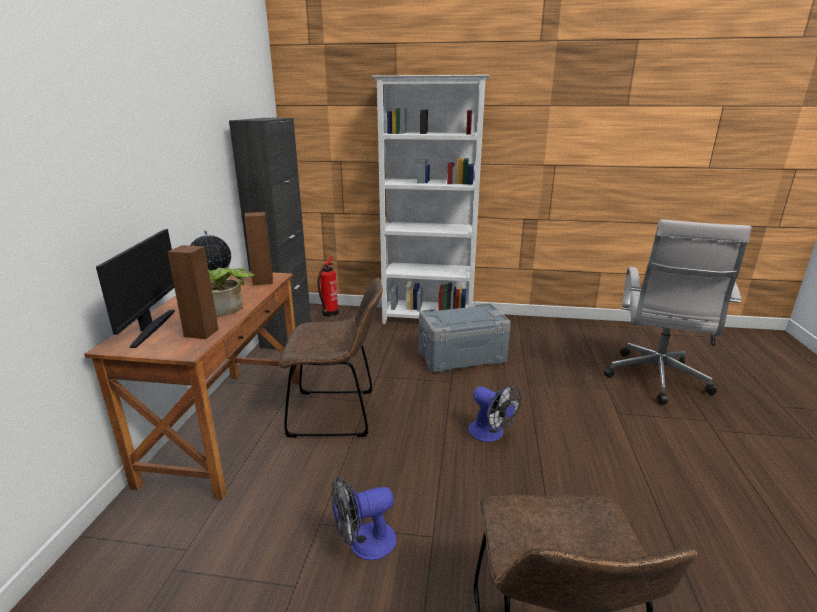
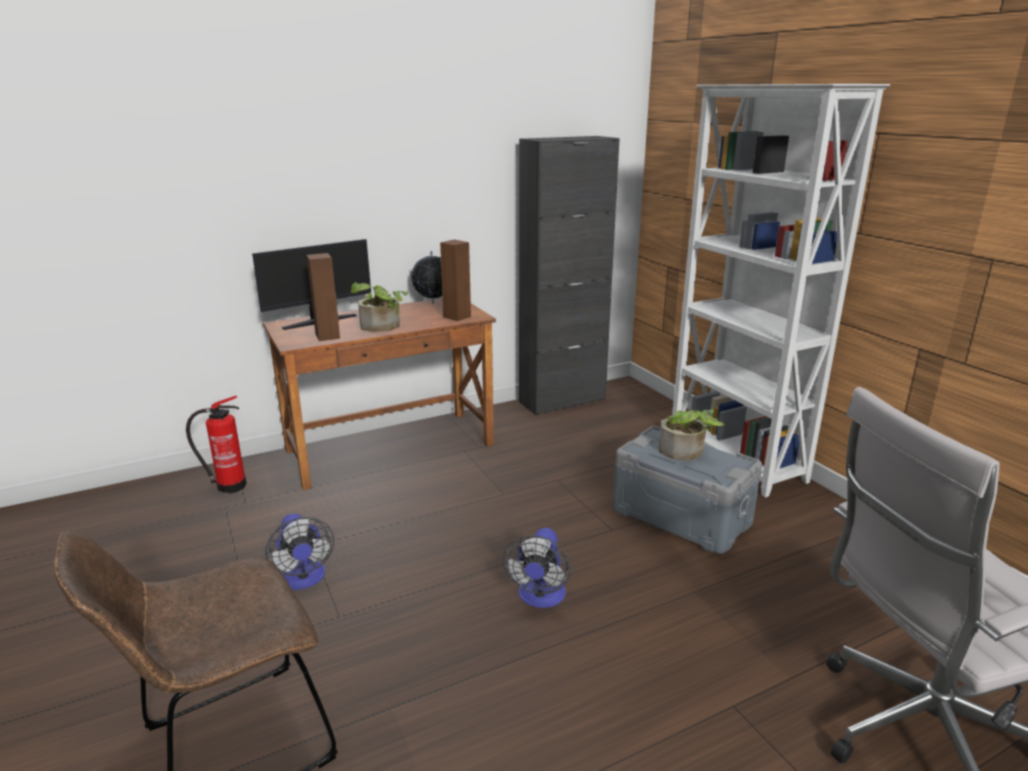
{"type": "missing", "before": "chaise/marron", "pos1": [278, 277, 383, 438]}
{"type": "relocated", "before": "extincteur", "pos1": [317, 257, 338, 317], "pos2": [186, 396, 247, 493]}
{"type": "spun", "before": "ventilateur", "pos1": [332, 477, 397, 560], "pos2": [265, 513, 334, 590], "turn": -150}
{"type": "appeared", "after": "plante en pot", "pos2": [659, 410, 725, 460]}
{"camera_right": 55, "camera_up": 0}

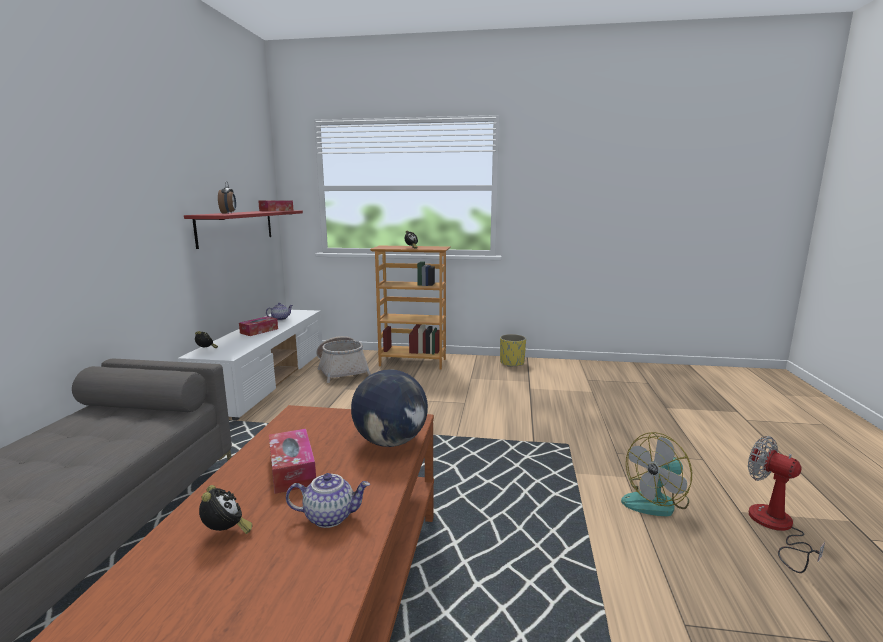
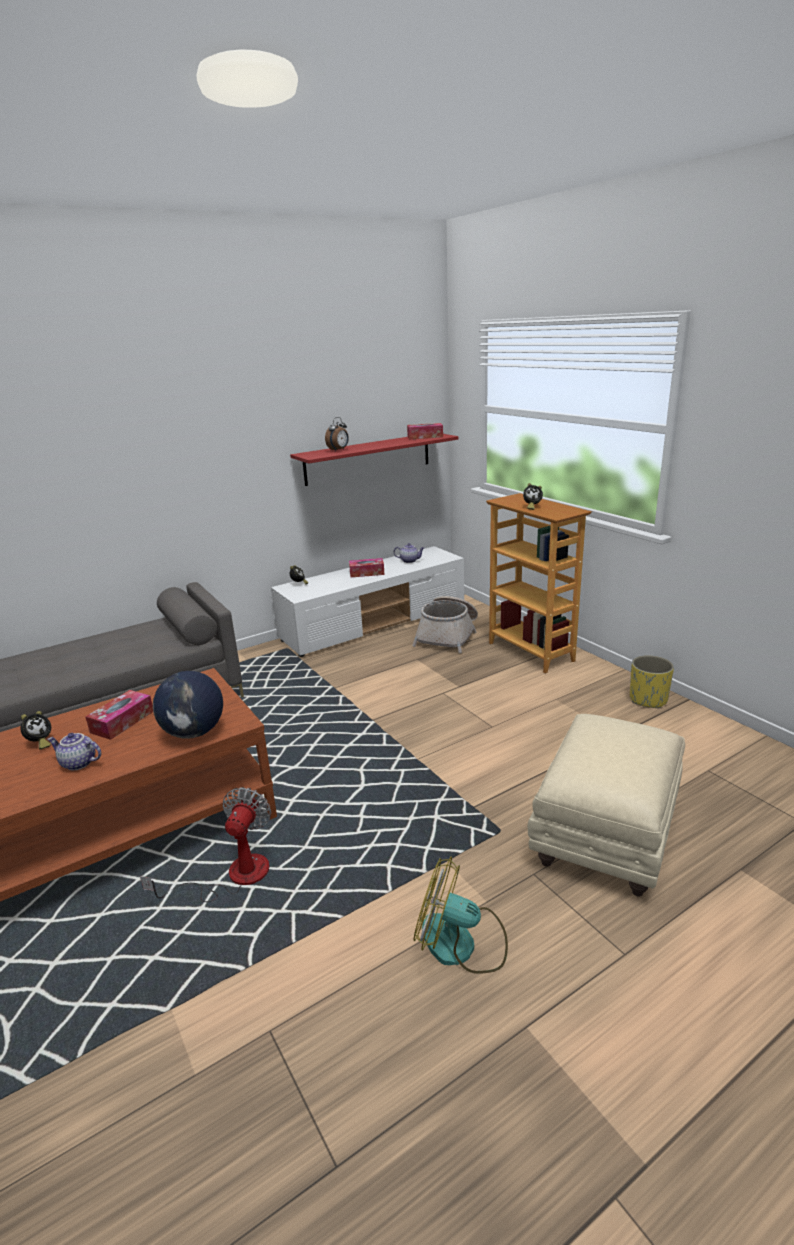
{"type": "spun", "before": "théière", "pos1": [286, 473, 370, 528], "pos2": [47, 733, 101, 770], "turn": 150}
{"type": "relocated", "before": "ventilateur", "pos1": [748, 436, 825, 573], "pos2": [140, 787, 271, 902]}
{"type": "appeared", "after": "pouf/beige", "pos2": [527, 714, 685, 896]}
{"camera_right": 50, "camera_up": 10}

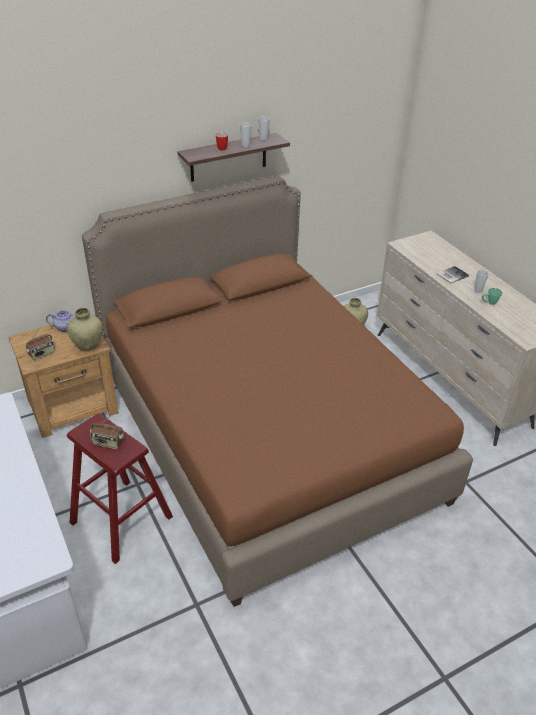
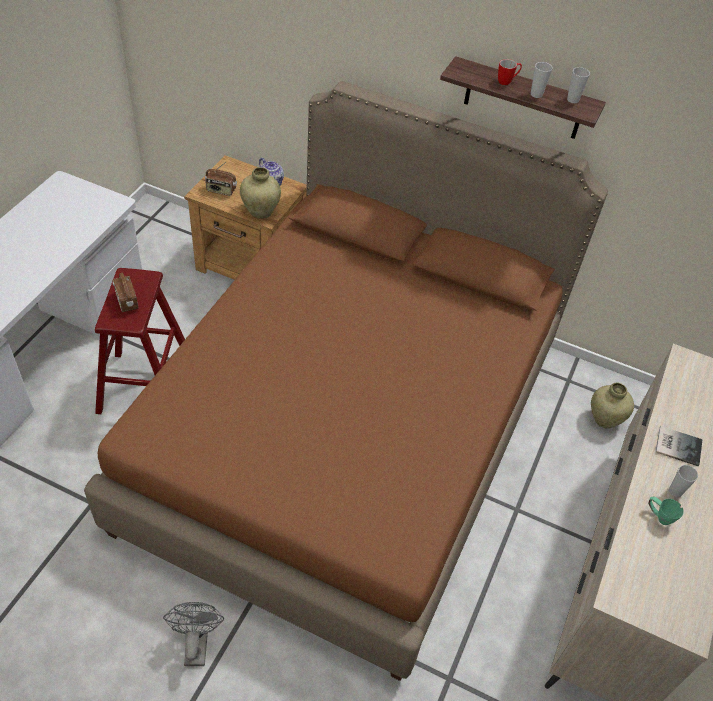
{"type": "appeared", "after": "ventilateur/gris", "pos2": [163, 602, 224, 666]}
{"camera_right": 50, "camera_up": 10}

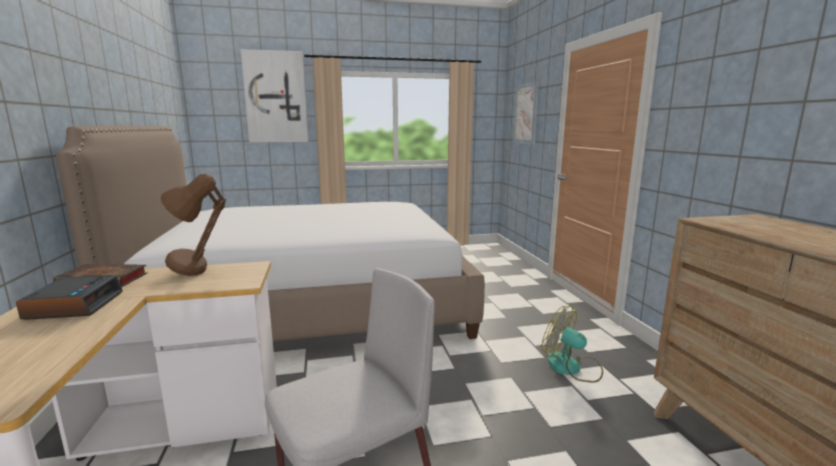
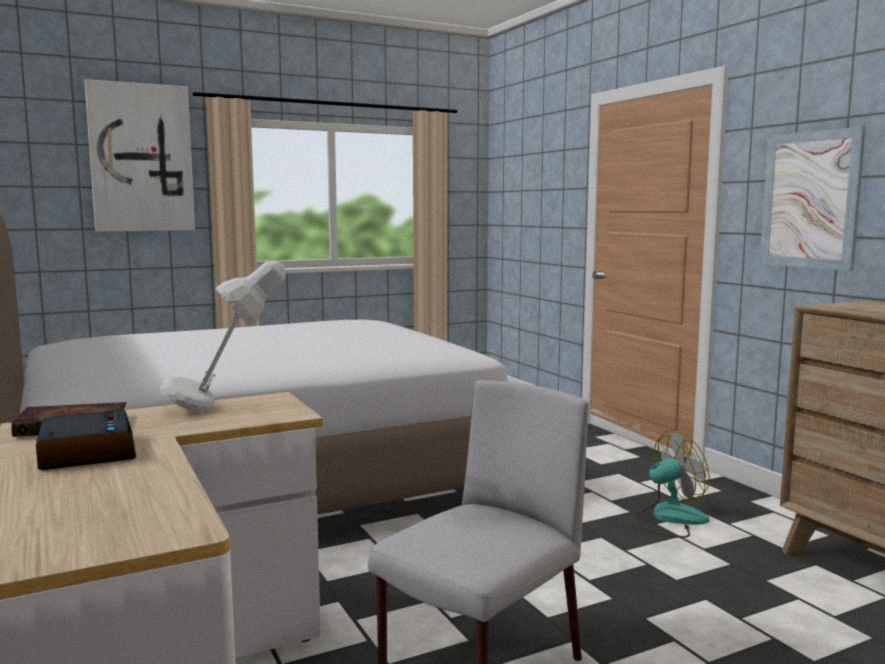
{"type": "colour", "before": "lampe de table/marron", "after": "lampe de table/gris", "pos1": [161, 174, 226, 276], "pos2": [160, 260, 286, 413]}
{"type": "relocated", "before": "tableau", "pos1": [513, 81, 539, 145], "pos2": [760, 126, 866, 271]}
{"type": "spun", "before": "ventilateur", "pos1": [541, 306, 603, 383], "pos2": [631, 431, 710, 538], "turn": 135}
{"camera_right": -15, "camera_up": -5}

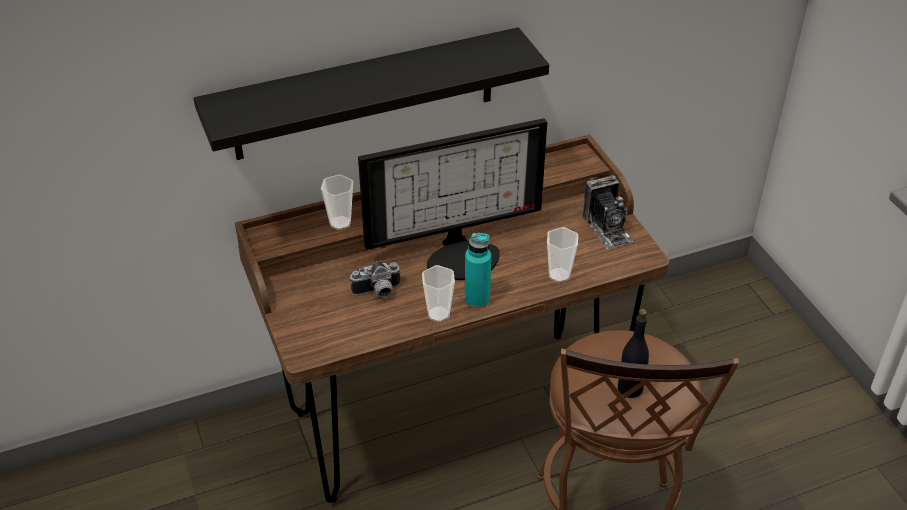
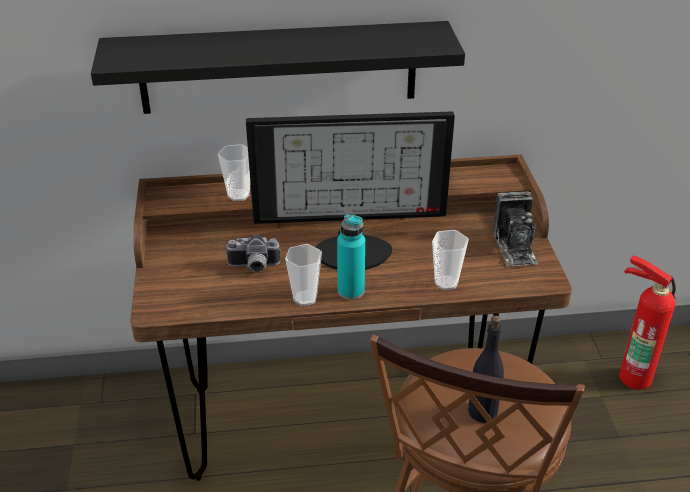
{"type": "appeared", "after": "extincteur", "pos2": [619, 255, 676, 390]}
{"camera_right": 15, "camera_up": -5}

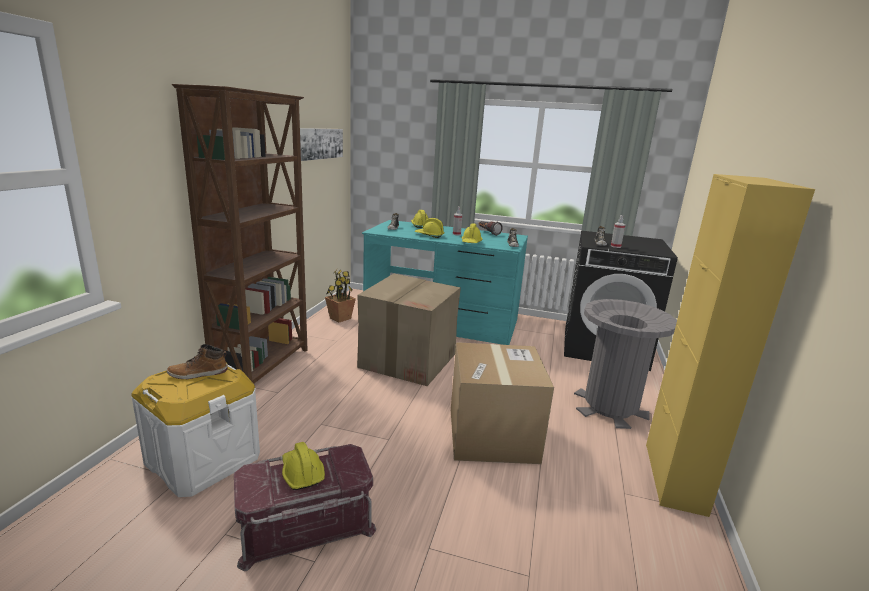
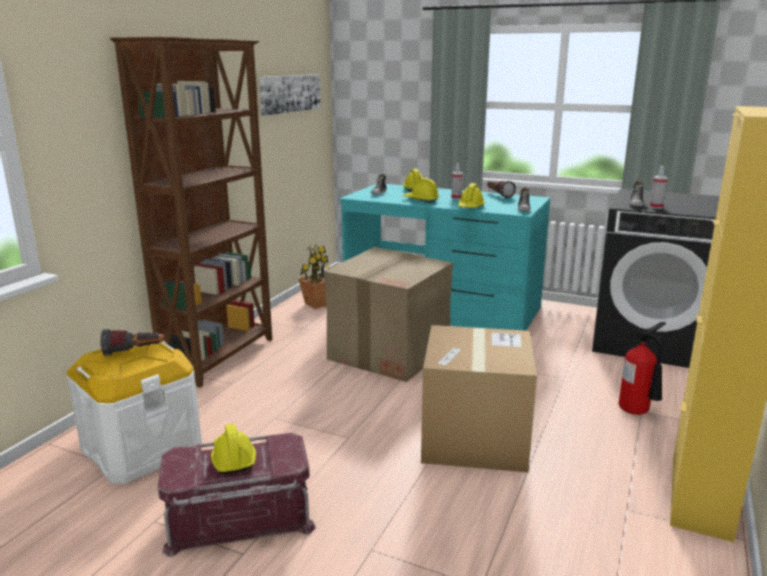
{"type": "exchanged", "before": "botte", "after": "lampe de poche", "pos1": [167, 344, 228, 380], "pos2": [100, 329, 164, 356]}
{"type": "exchanged", "before": "poubelle/gris", "after": "extincteur", "pos1": [574, 299, 677, 429], "pos2": [619, 322, 666, 415]}
{"camera_right": 10, "camera_up": 0}

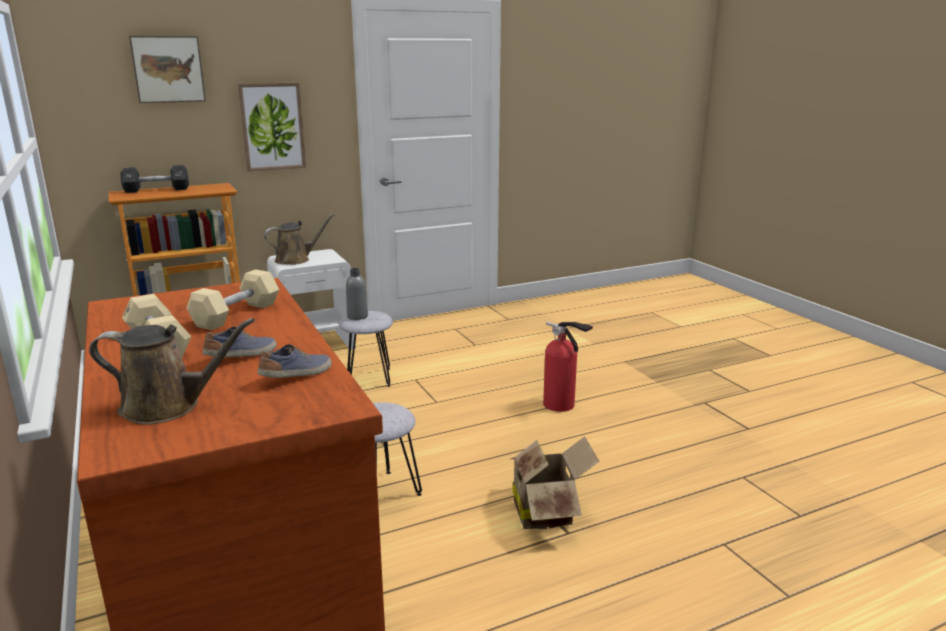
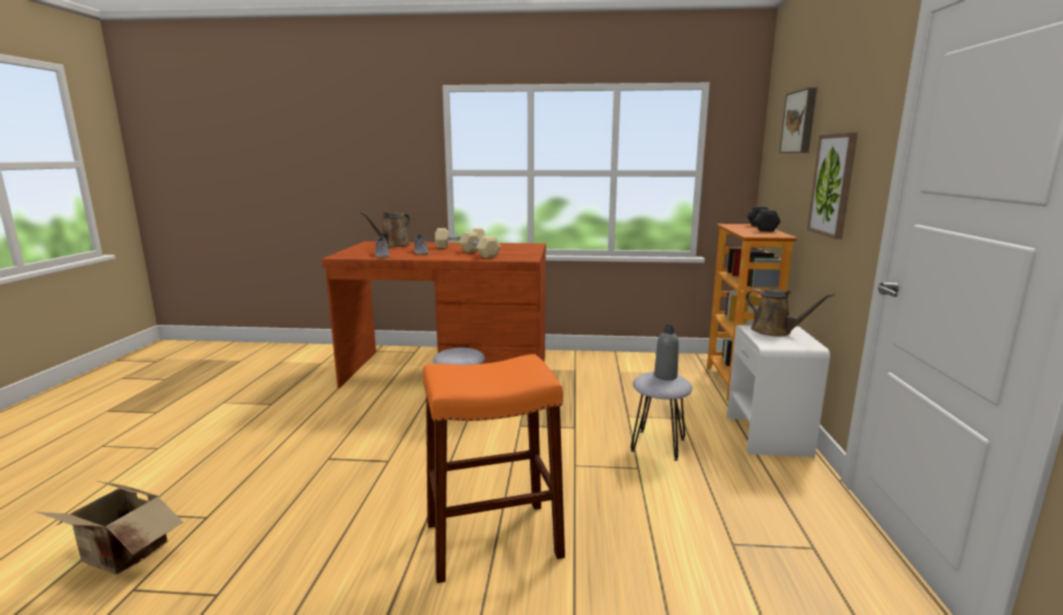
{"type": "spun", "before": "arrosoir/marron", "pos1": [264, 214, 335, 264], "pos2": [745, 289, 835, 336], "turn": -45}
{"type": "relocated", "before": "carton", "pos1": [511, 436, 599, 529], "pos2": [37, 481, 183, 575]}
{"type": "exchanged", "before": "extincteur", "after": "tabouret/orange", "pos1": [543, 322, 593, 412], "pos2": [423, 354, 565, 583]}
{"camera_right": 120, "camera_up": -5}

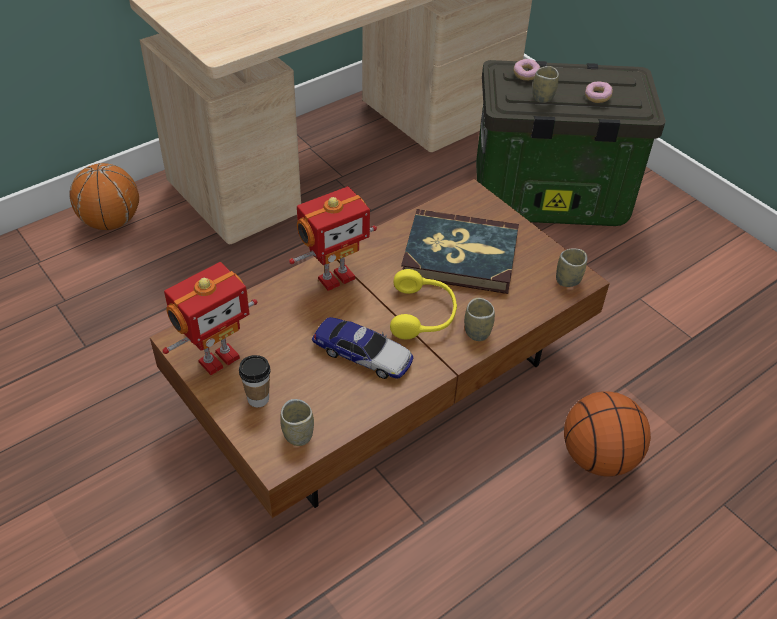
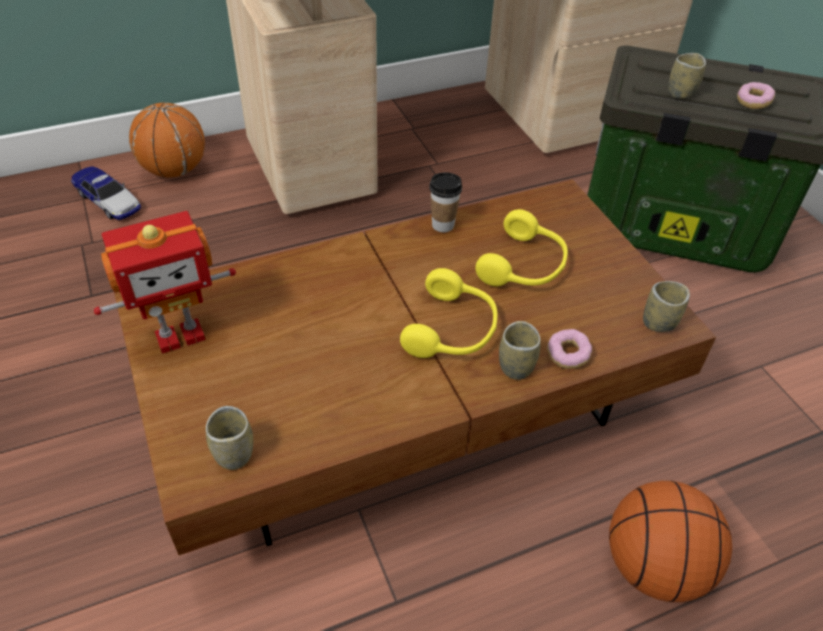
{"type": "relocated", "before": "tasse", "pos1": [239, 355, 270, 407], "pos2": [429, 172, 462, 232]}
{"type": "missing", "before": "robot jouet", "pos1": [289, 186, 377, 291]}
{"type": "relocated", "before": "petite voiture", "pos1": [312, 317, 414, 379], "pos2": [71, 166, 141, 220]}
{"type": "exchanged", "before": "livre", "after": "casque audio/jaune", "pos1": [401, 209, 519, 294], "pos2": [475, 209, 568, 286]}
{"type": "relocated", "before": "beignet", "pos1": [514, 59, 540, 81], "pos2": [547, 329, 592, 369]}
{"camera_right": 15, "camera_up": 0}

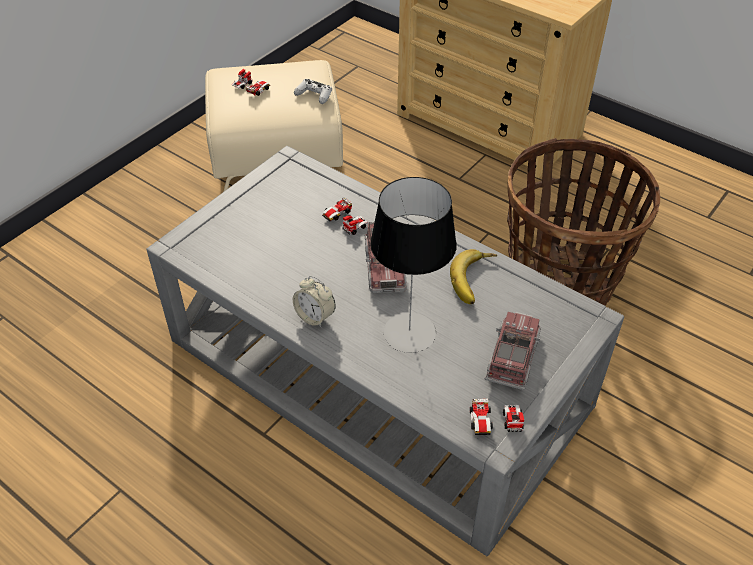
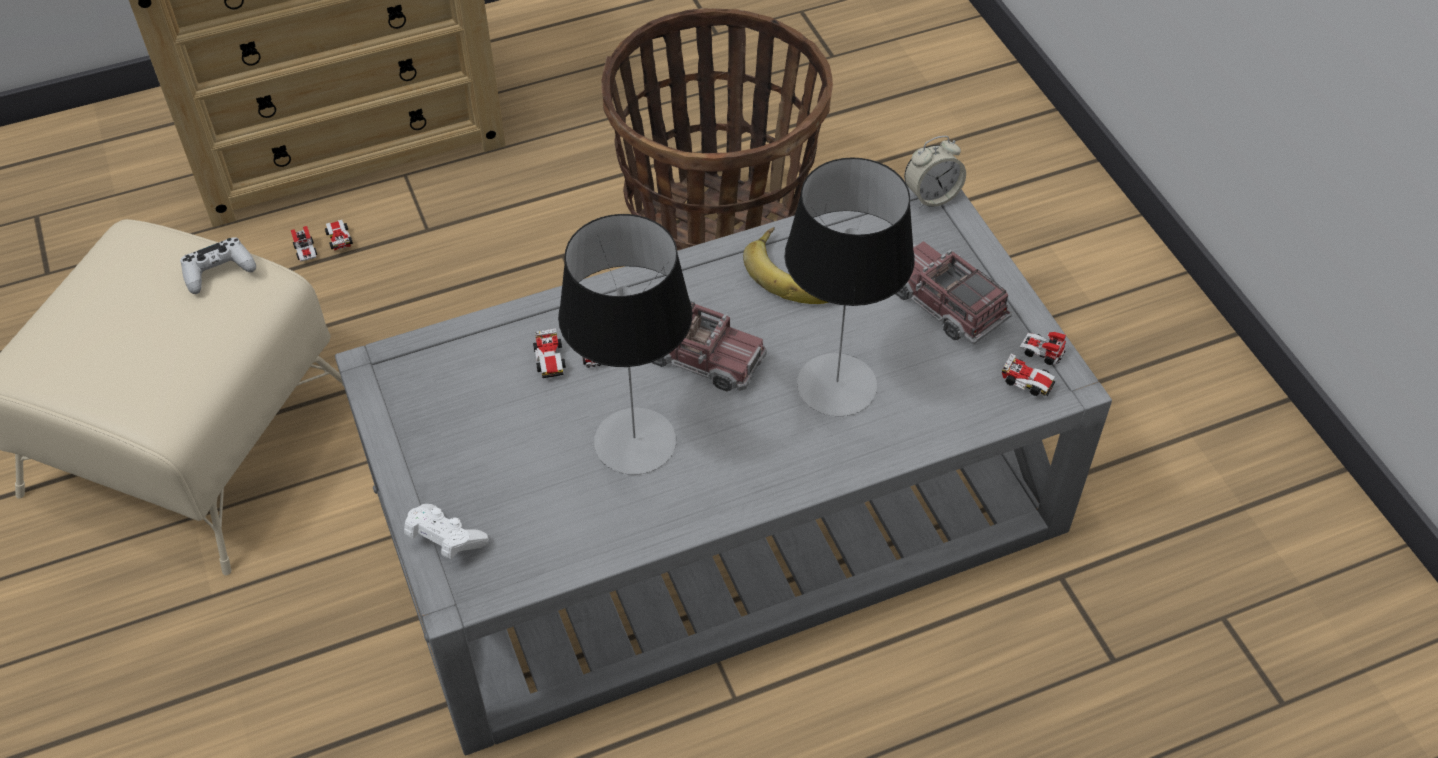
{"type": "relocated", "before": "petite voiture", "pos1": [232, 69, 271, 96], "pos2": [291, 220, 353, 262]}
{"type": "relocated", "before": "réveil", "pos1": [293, 276, 336, 328], "pos2": [904, 136, 966, 208]}
{"type": "appeared", "after": "manette/blanc", "pos2": [404, 504, 489, 559]}
{"type": "appeared", "after": "lampe de table", "pos2": [558, 214, 692, 475]}
{"camera_right": -60, "camera_up": 5}

